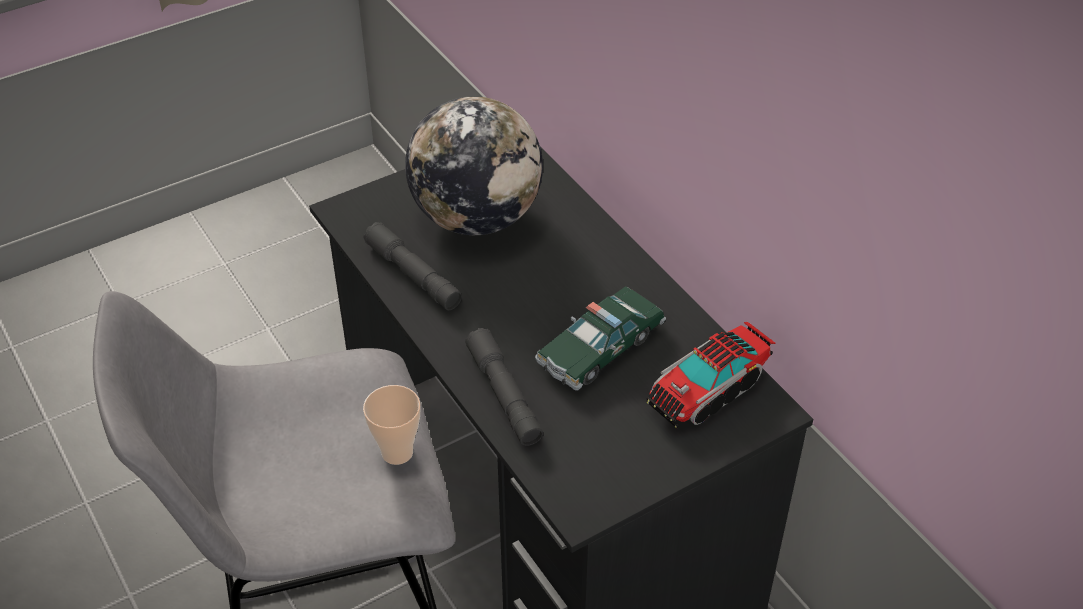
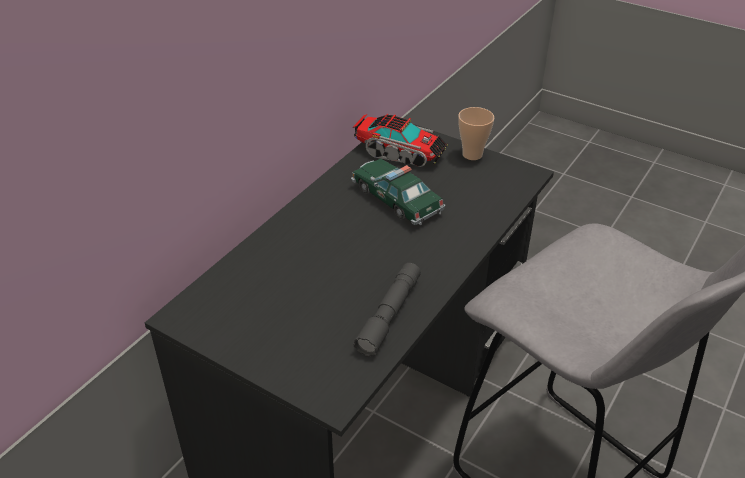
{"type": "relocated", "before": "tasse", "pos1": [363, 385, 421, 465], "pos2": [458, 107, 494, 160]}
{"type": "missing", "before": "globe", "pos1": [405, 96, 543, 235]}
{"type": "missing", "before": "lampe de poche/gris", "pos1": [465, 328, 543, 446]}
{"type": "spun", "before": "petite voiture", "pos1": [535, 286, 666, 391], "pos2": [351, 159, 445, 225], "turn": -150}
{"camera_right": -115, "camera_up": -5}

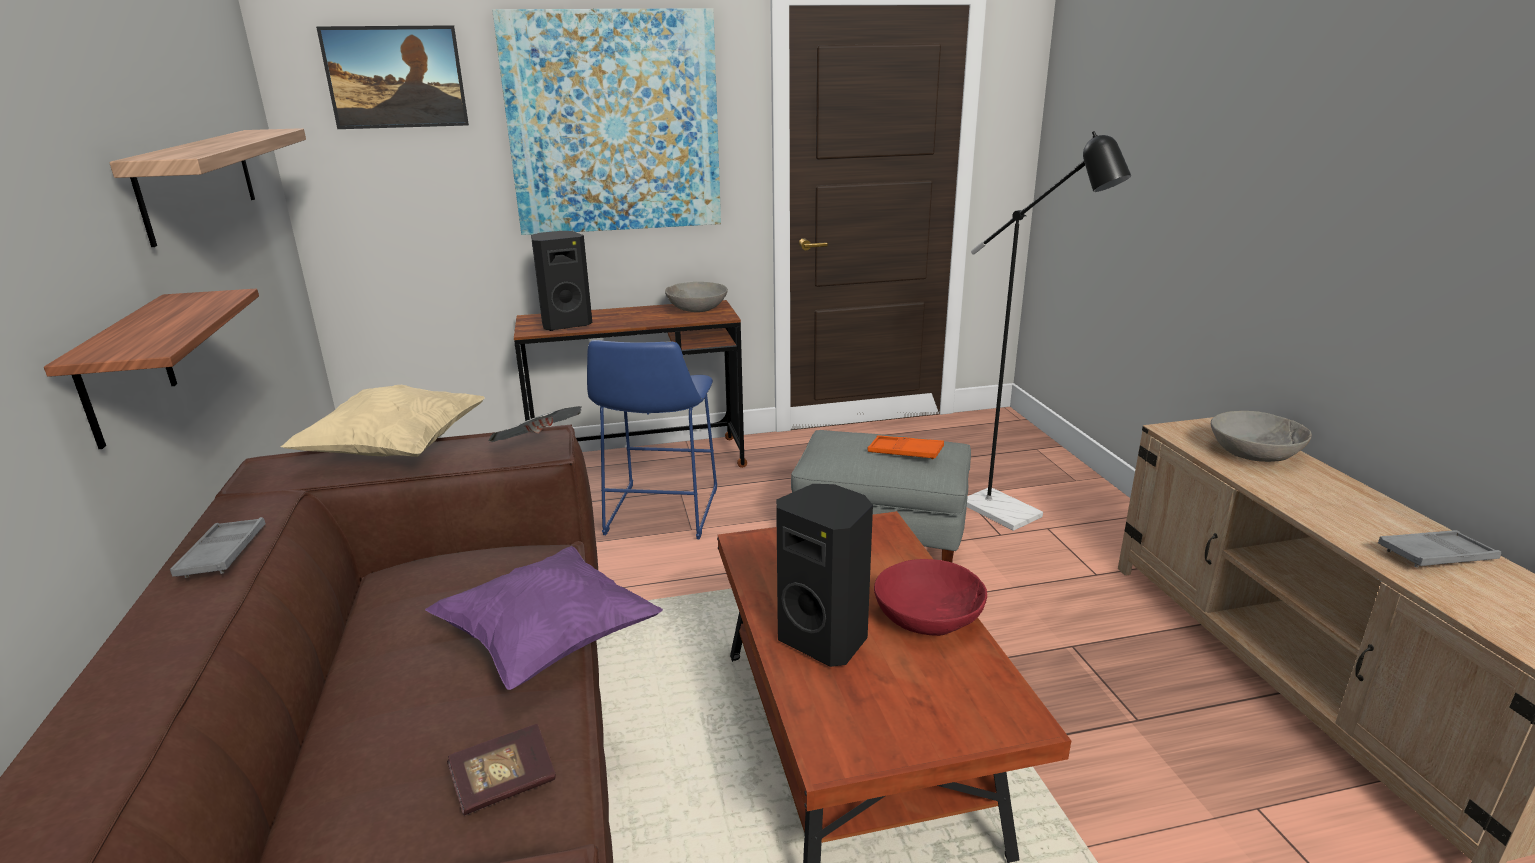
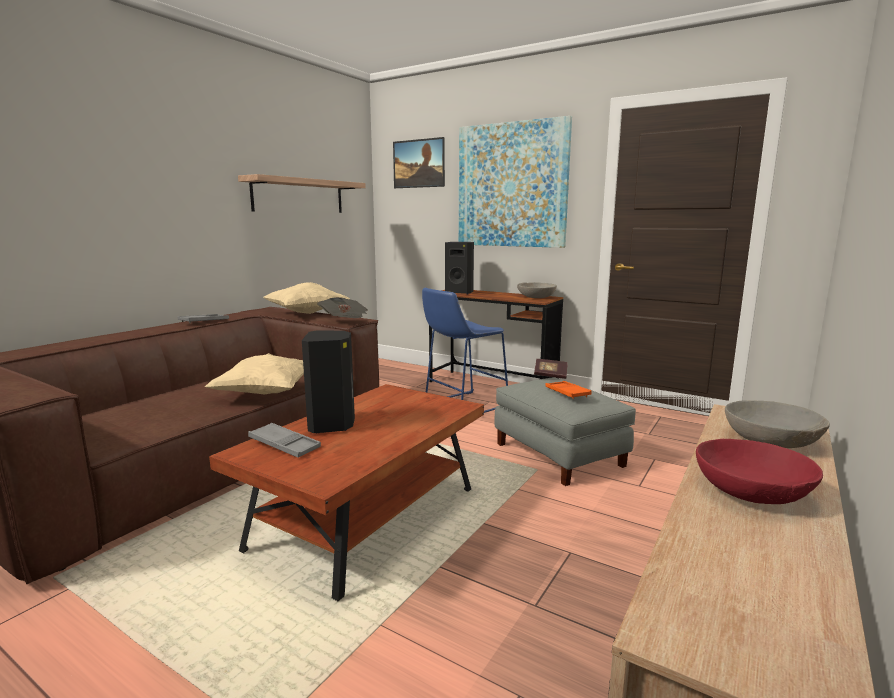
{"type": "missing", "before": "étagère", "pos1": [44, 289, 259, 449]}
{"type": "colour", "before": "coussin/violet", "after": "coussin/beige", "pos1": [425, 546, 663, 690], "pos2": [204, 353, 304, 394]}
{"type": "relocated", "before": "livre", "pos1": [447, 724, 556, 816], "pos2": [534, 359, 568, 379]}
{"type": "relocated", "before": "bol/rouge", "pos1": [874, 559, 987, 636], "pos2": [696, 439, 823, 504]}
{"type": "missing", "before": "lampadaire/noir", "pos1": [967, 131, 1131, 531]}
{"type": "relocated", "before": "plateau/gris", "pos1": [1378, 530, 1501, 568], "pos2": [248, 423, 321, 458]}
{"camera_right": 45, "camera_up": -10}

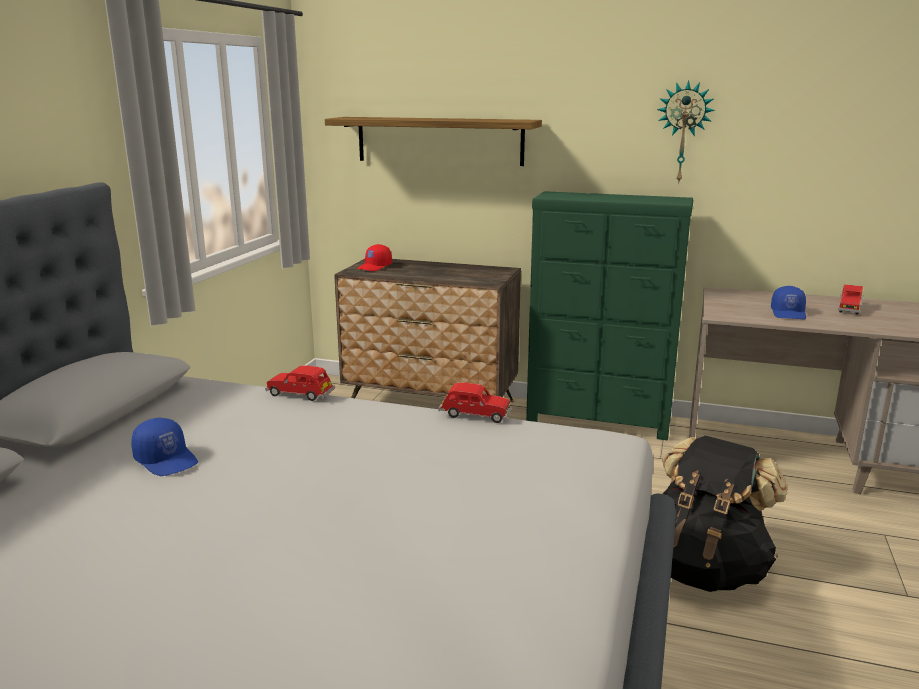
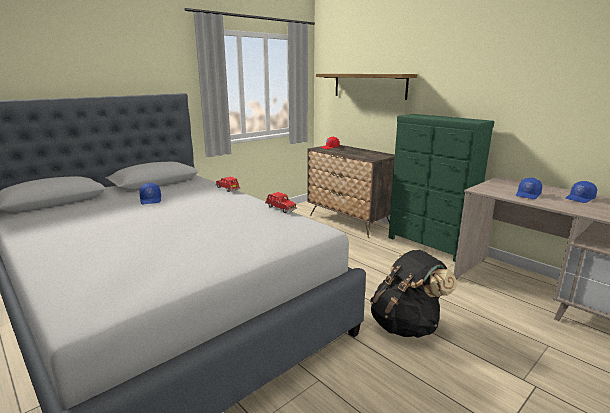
{"type": "missing", "before": "horloge murale", "pos1": [657, 80, 715, 184]}
{"type": "exchanged", "before": "petite voiture/rouge", "after": "casquette/bleu", "pos1": [838, 284, 863, 315], "pos2": [565, 181, 597, 203]}
{"camera_right": 30, "camera_up": 0}

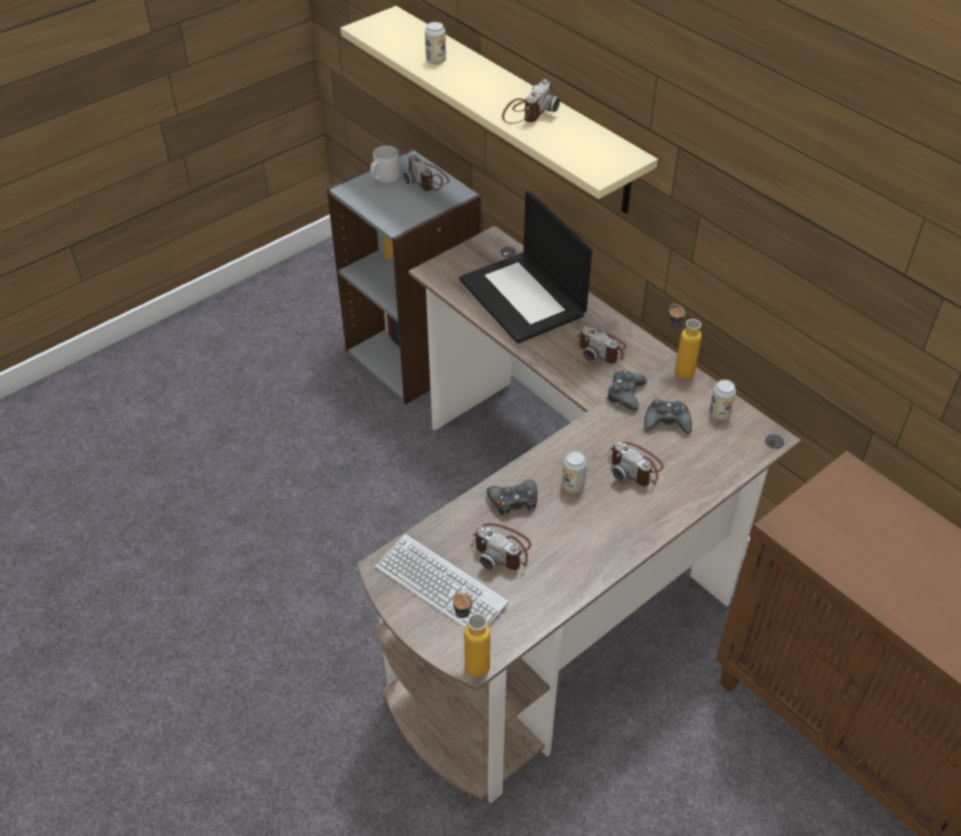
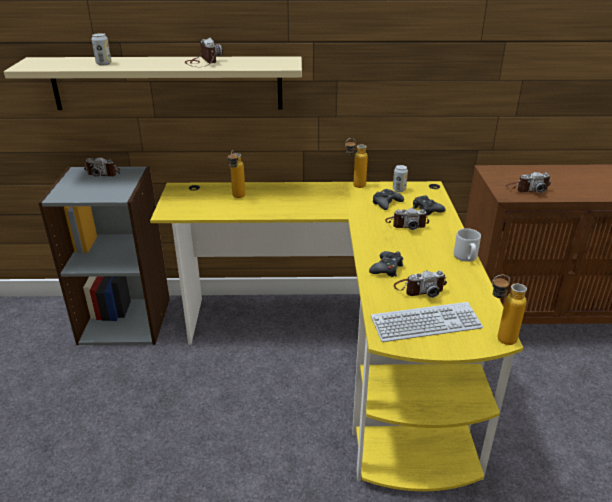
{"type": "colour", "before": "bureau/marron", "after": "bureau/jaune", "pos1": [358, 226, 801, 804], "pos2": [150, 181, 523, 491]}
{"type": "relocated", "before": "mug/gris", "pos1": [370, 146, 400, 183], "pos2": [454, 228, 481, 262]}
{"type": "exchanged", "before": "ordinateur portable", "after": "bouteille", "pos1": [459, 191, 592, 344], "pos2": [228, 150, 245, 198]}
{"type": "missing", "before": "boîte métallique", "pos1": [561, 451, 587, 493]}
{"type": "relocated", "before": "appareil photo", "pos1": [576, 326, 626, 364], "pos2": [506, 172, 551, 193]}
{"type": "relocated", "before": "manette/noir", "pos1": [606, 370, 647, 411], "pos2": [413, 195, 445, 215]}
{"camera_right": -50, "camera_up": -15}

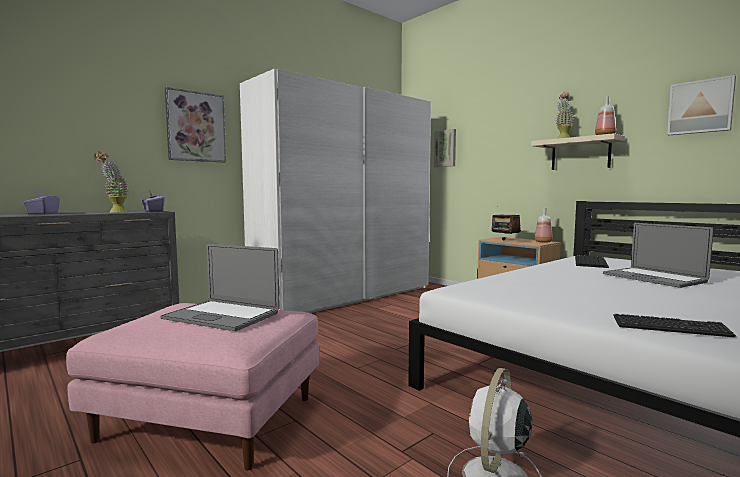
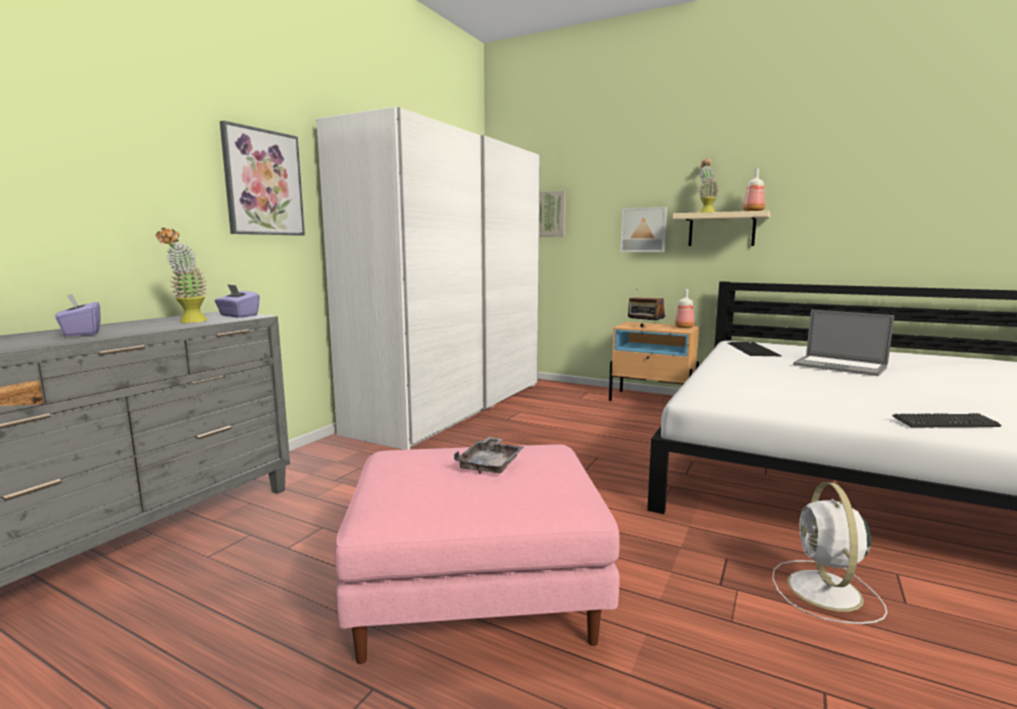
{"type": "exchanged", "before": "ordinateur portable", "after": "plateau/gris", "pos1": [160, 244, 280, 331], "pos2": [454, 437, 524, 474]}
{"type": "relocated", "before": "tableau", "pos1": [667, 75, 736, 135], "pos2": [620, 207, 667, 252]}
{"camera_right": -20, "camera_up": 5}

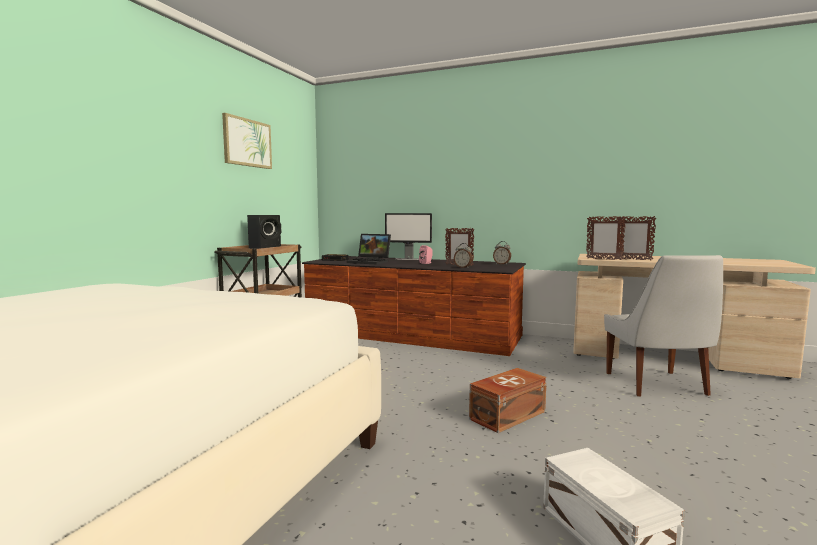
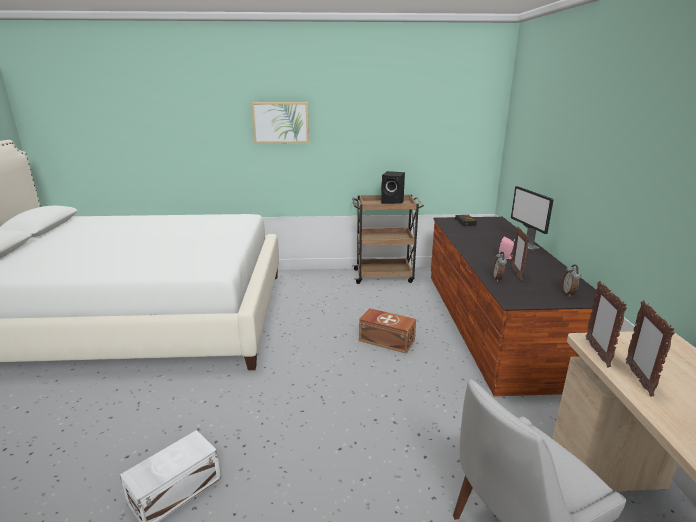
{"type": "relocated", "before": "tableau", "pos1": [222, 113, 272, 169], "pos2": [251, 102, 309, 144]}
{"type": "missing", "before": "ordinateur portable", "pos1": [347, 234, 391, 265]}
{"type": "relocated", "before": "boîte de rangement/marron", "pos1": [469, 368, 547, 433], "pos2": [359, 308, 416, 354]}
{"camera_right": 65, "camera_up": 15}

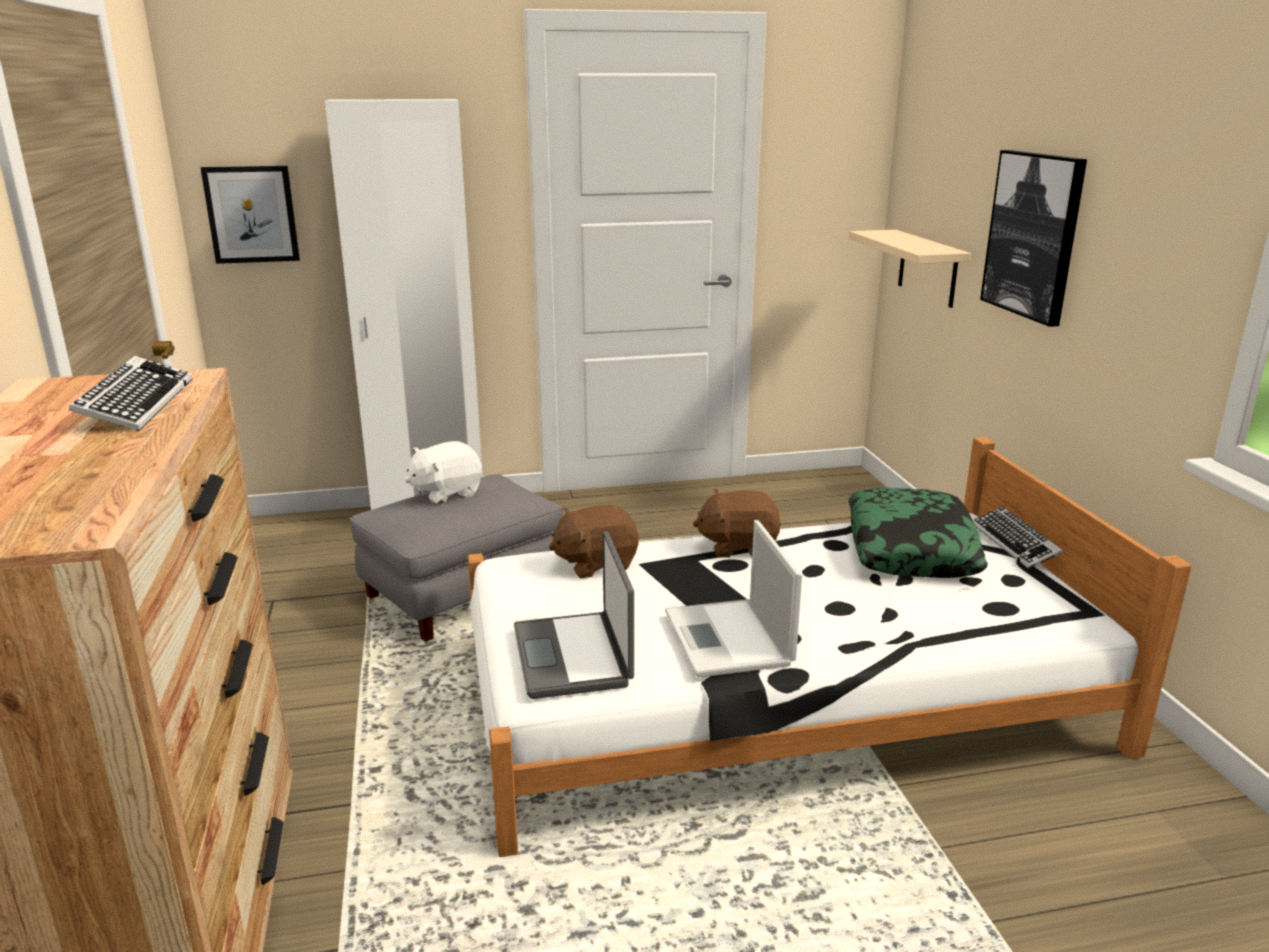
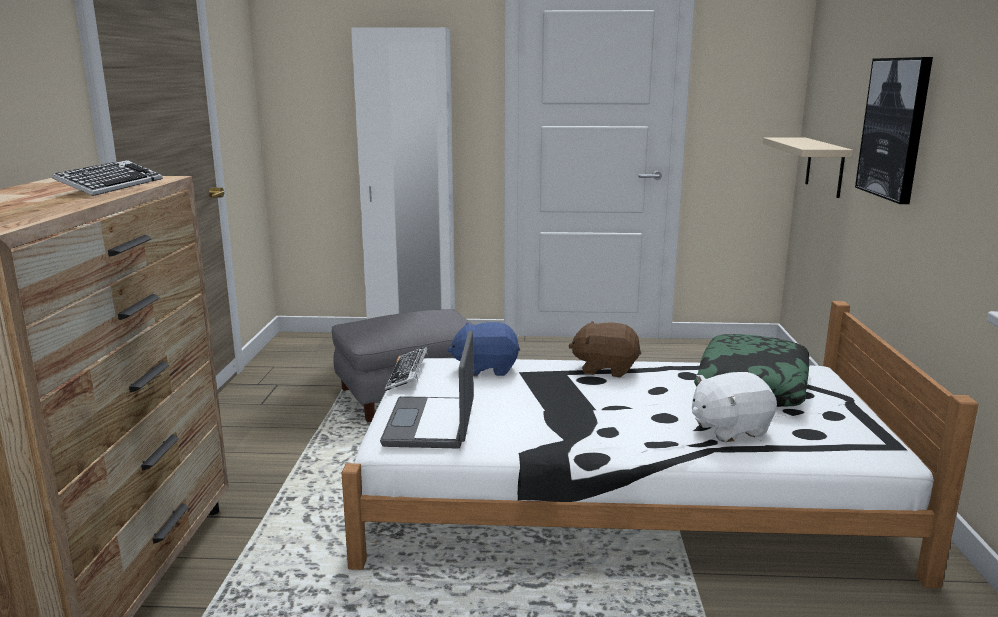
{"type": "missing", "before": "tableau", "pos1": [201, 166, 300, 264]}
{"type": "relocated", "before": "peluche/blanc", "pos1": [405, 441, 482, 504], "pos2": [692, 372, 777, 442]}
{"type": "colour", "before": "peluche/marron", "after": "peluche/bleu", "pos1": [549, 505, 639, 578], "pos2": [448, 322, 520, 376]}
{"type": "missing", "before": "ordinateur portable", "pos1": [665, 520, 802, 678]}
{"type": "relocated", "before": "clavier", "pos1": [973, 506, 1063, 569], "pos2": [385, 346, 428, 391]}
{"camera_right": 15, "camera_up": -5}

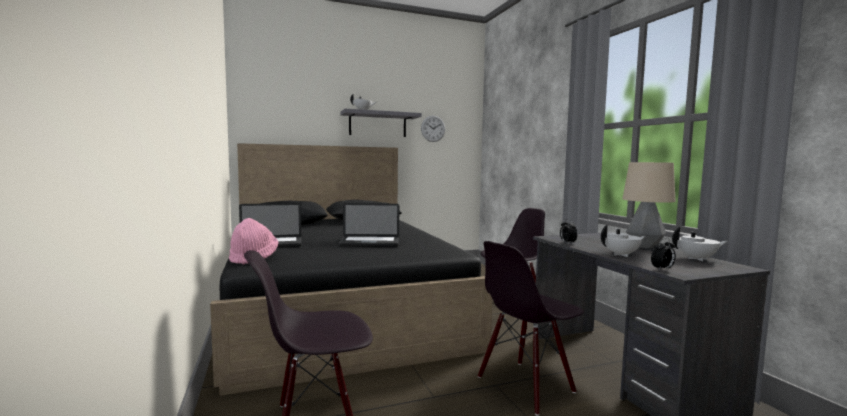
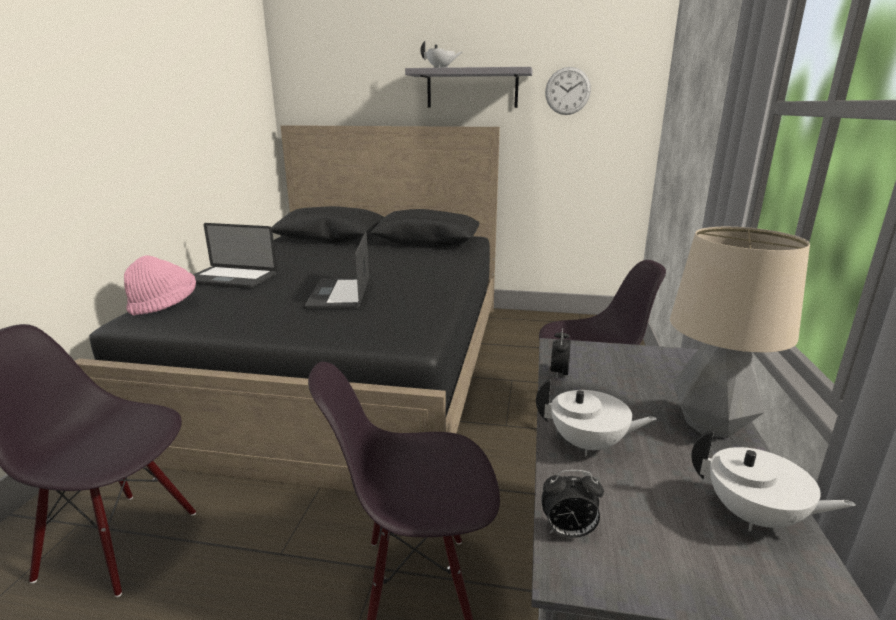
{"type": "spun", "before": "ordinateur portable", "pos1": [338, 203, 399, 247], "pos2": [305, 232, 369, 310], "turn": 60}
{"camera_right": 30, "camera_up": 15}

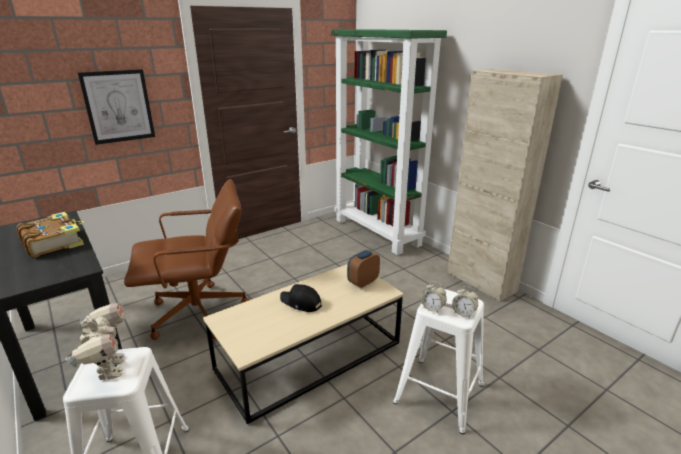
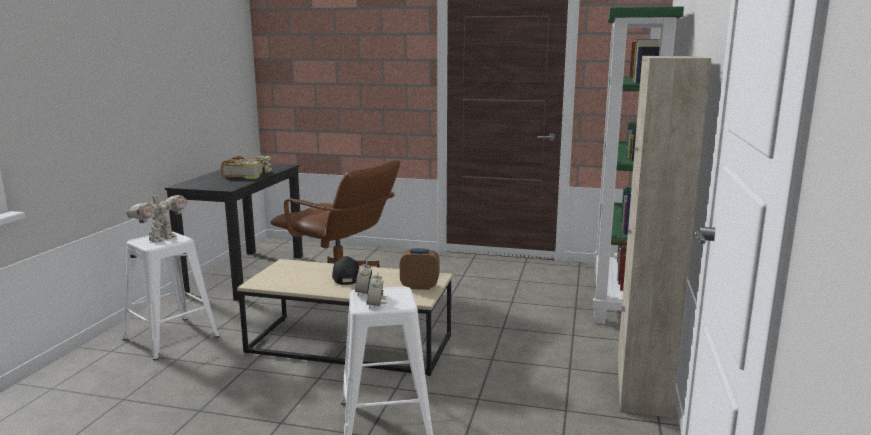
{"type": "missing", "before": "tableau", "pos1": [78, 69, 155, 145]}
{"camera_right": 50, "camera_up": -10}

